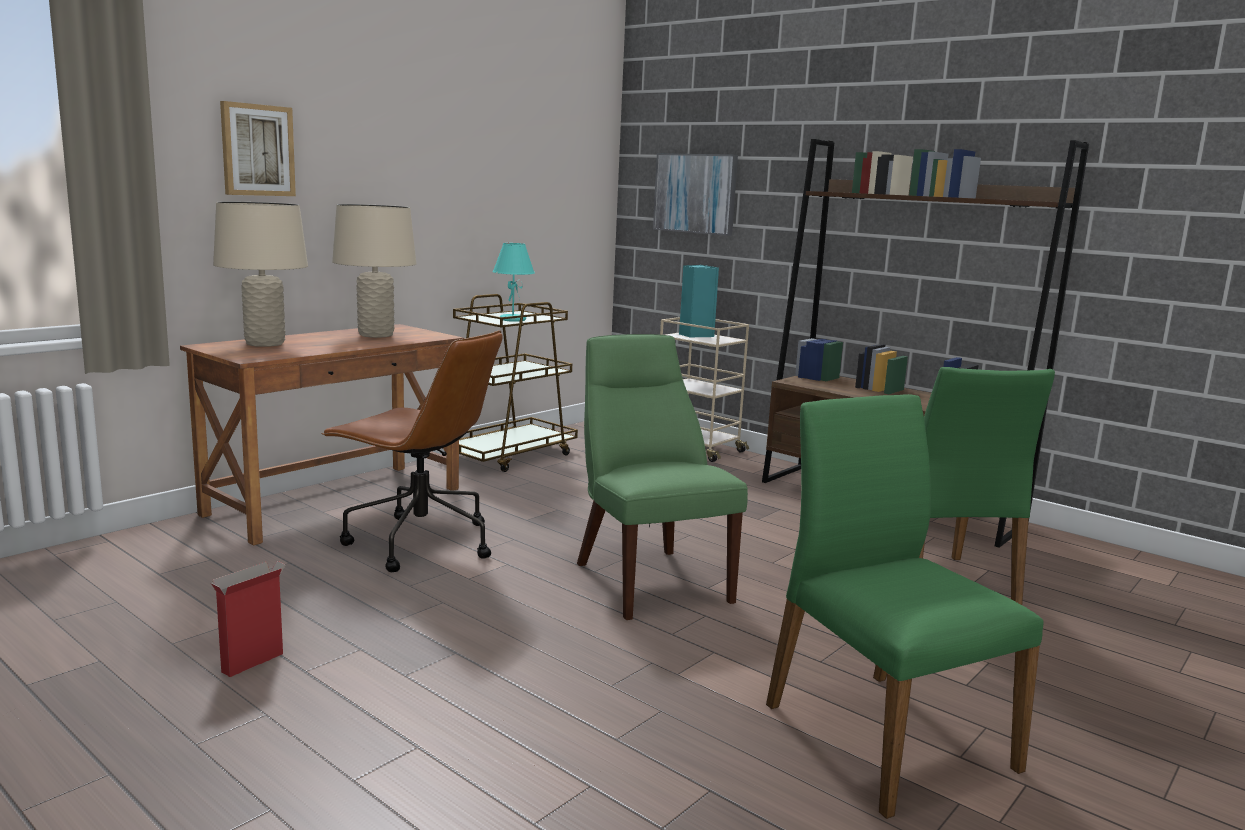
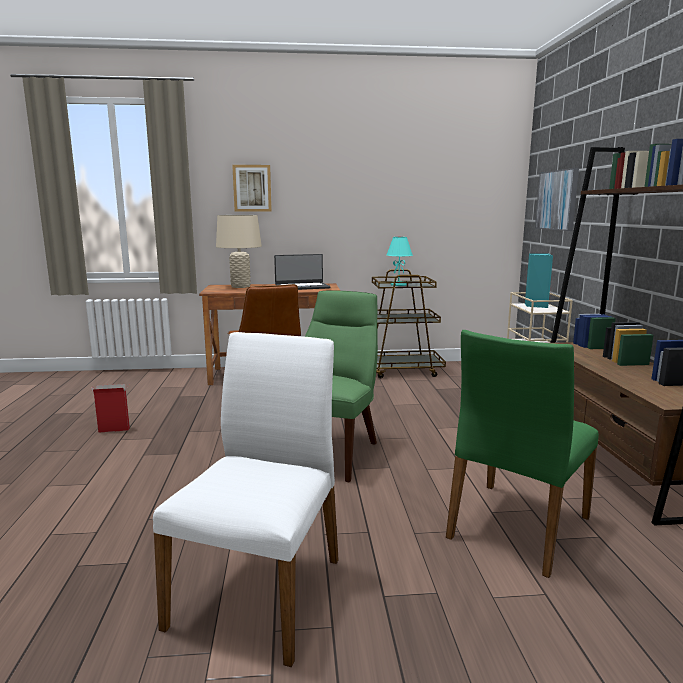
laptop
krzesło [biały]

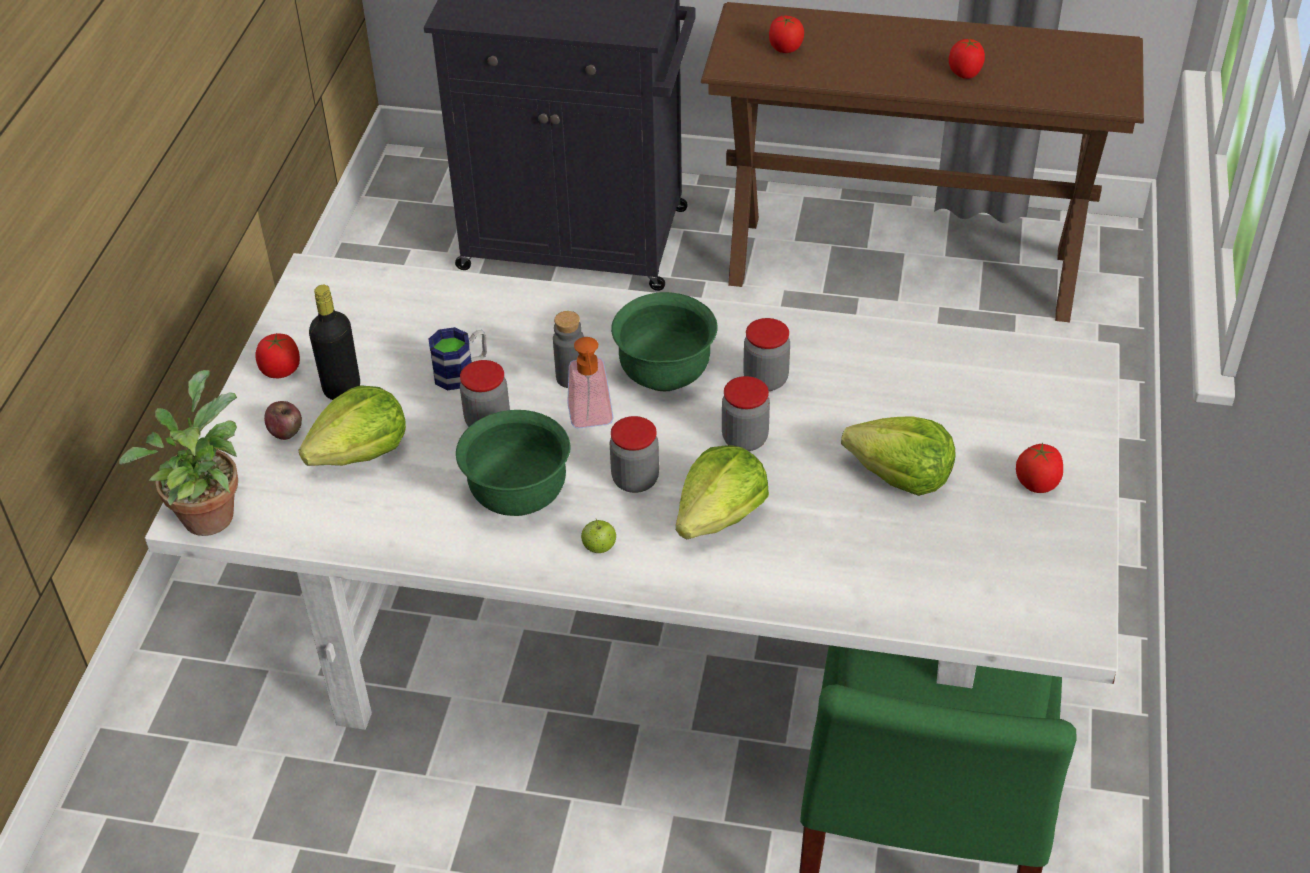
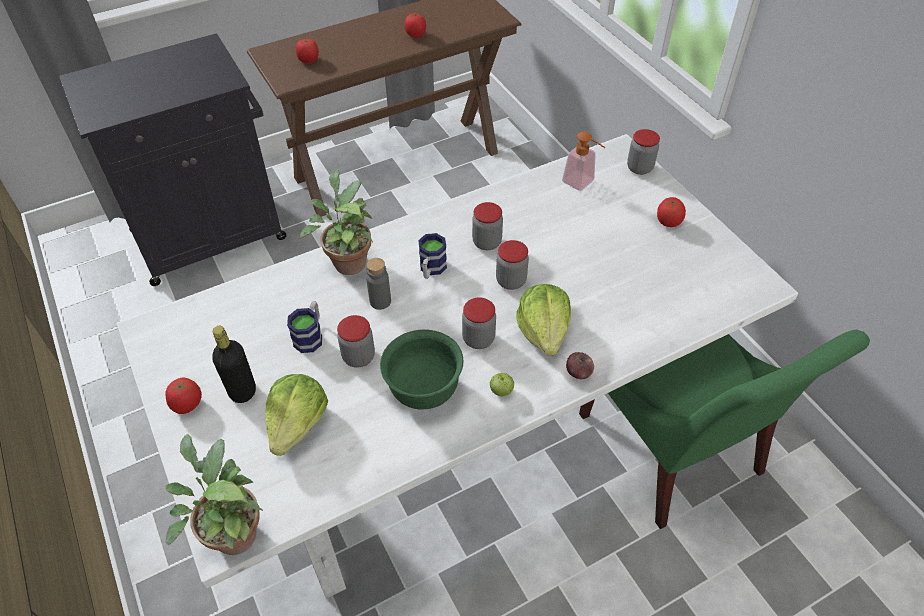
kubek (2nd from left)
dozownik mydła
jabłko (2nd from left)
sałata (3rd from left in the first image)
słoik (5th from left)
roślina doniczkowa (2nd from left)

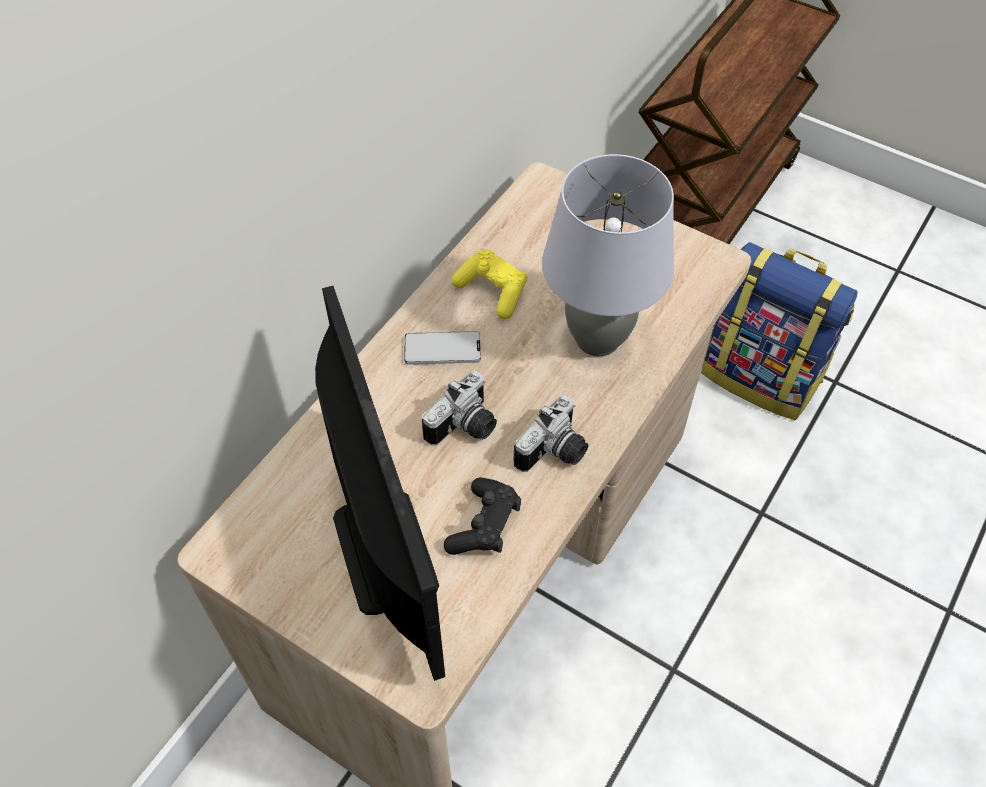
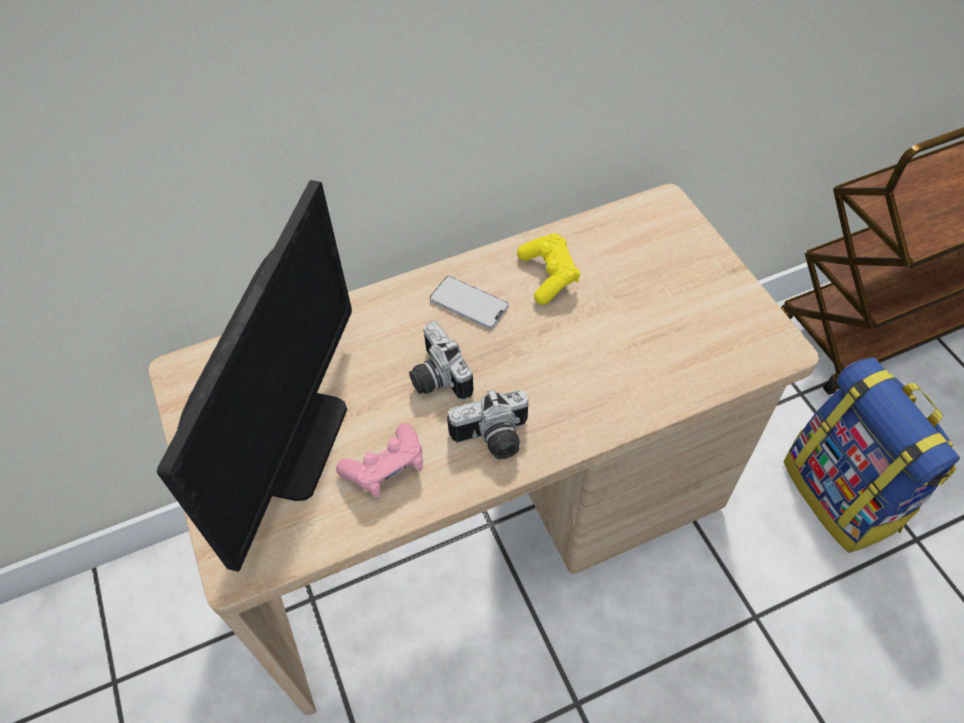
lampa stołowa [szary]
aparat fotograficzny (1st from left)
pad do gier [różowy]

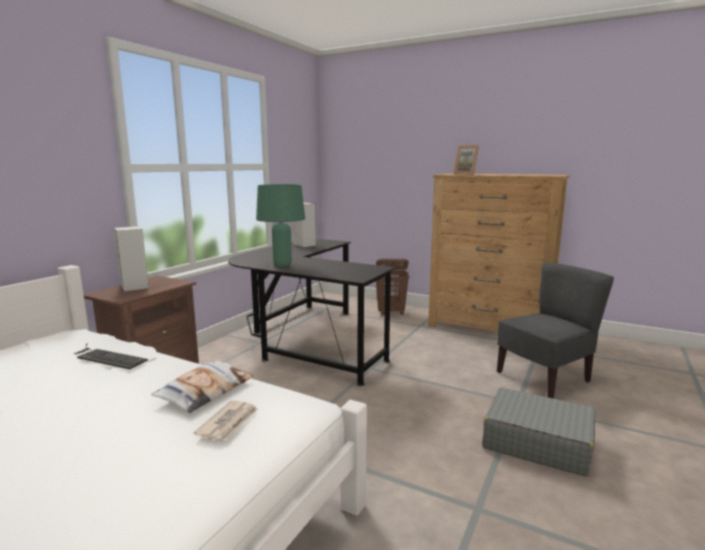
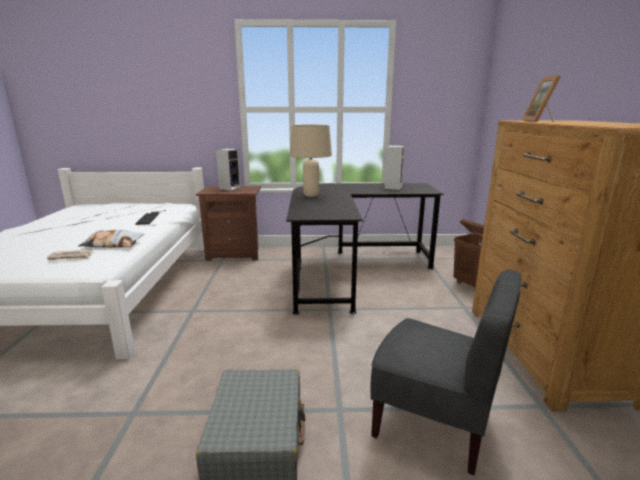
lampa stołowa [beżowy]

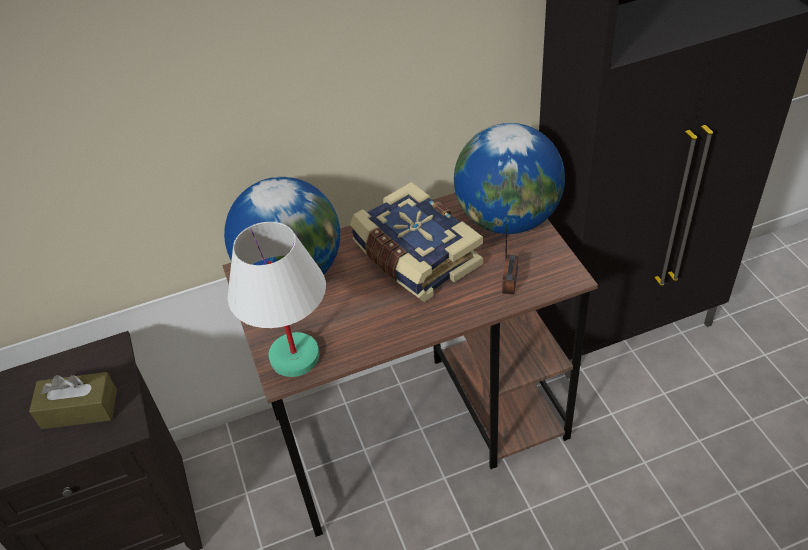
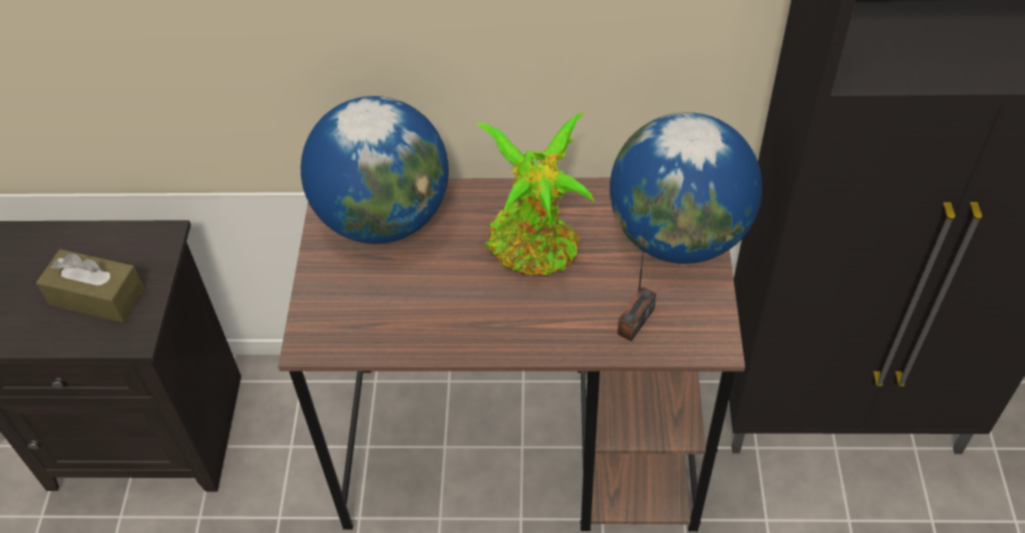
roślina doniczkowa
lampa stołowa [biały]

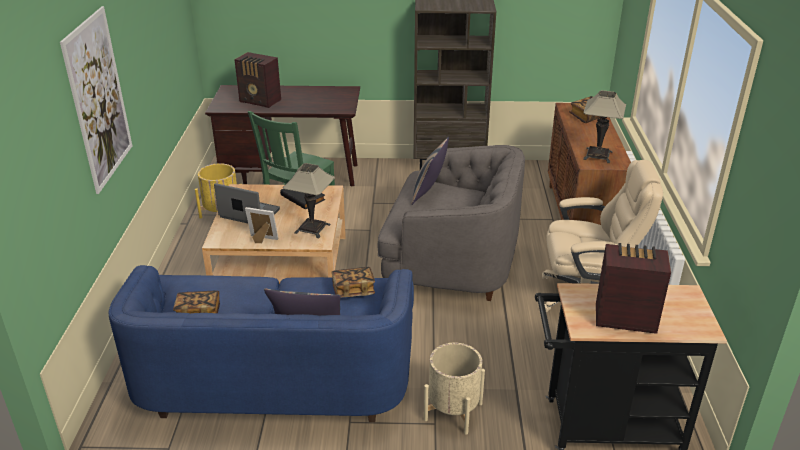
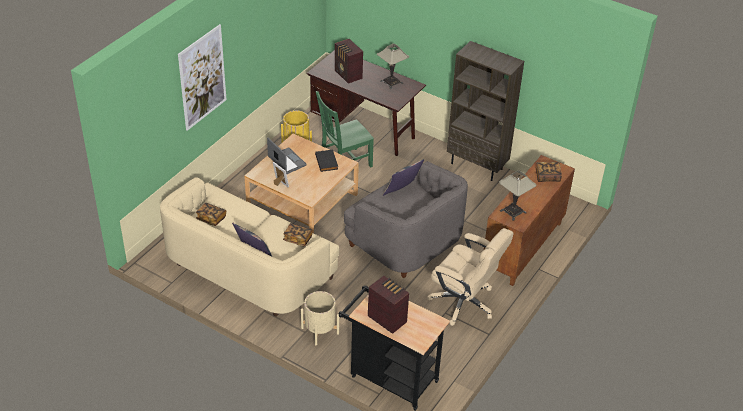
lampa stołowa (1st from left)
kanapa [beżowy]

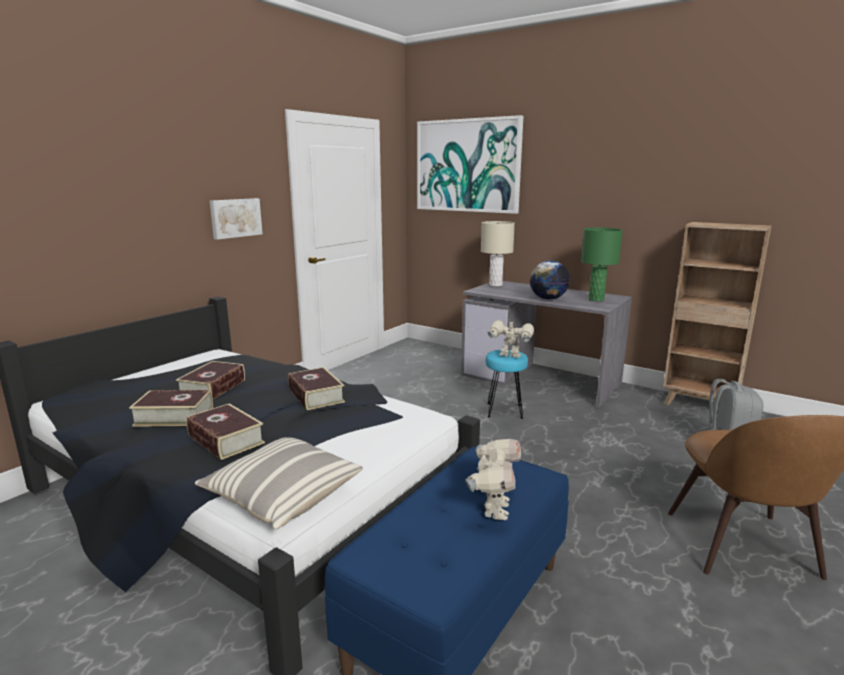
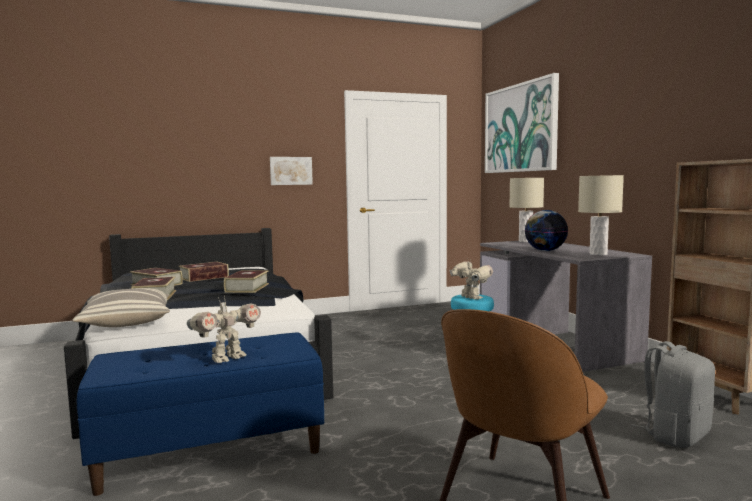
lampa stołowa [beżowy] (2nd from left)

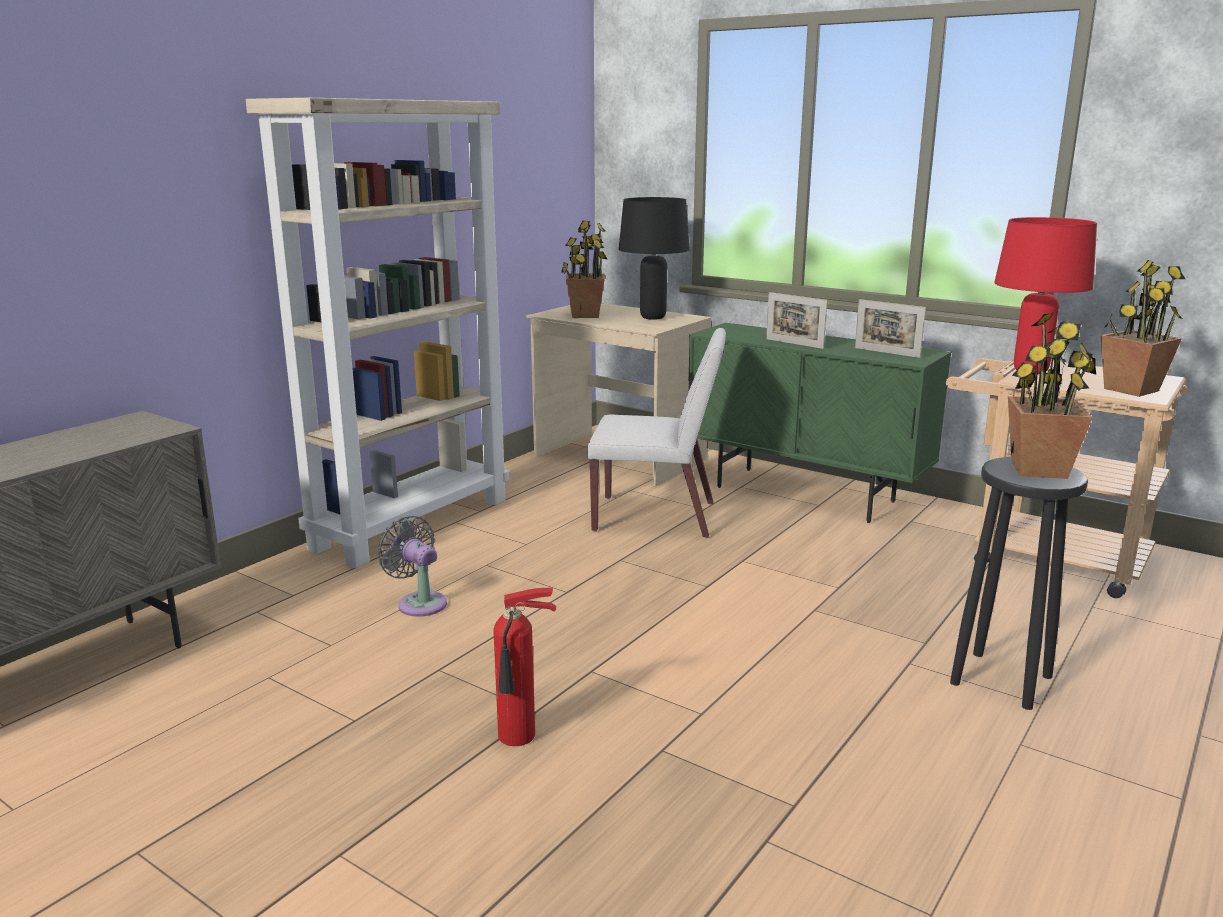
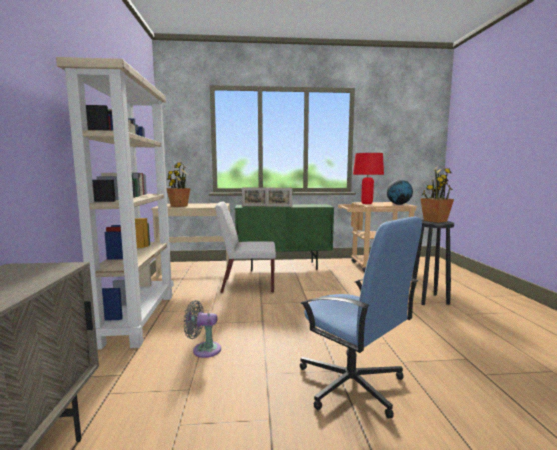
lampa stołowa [czarny]
globus
ramka na zdjęcie (1st from left)
krzesło [biały]
krzesło biurowe [niebieski]

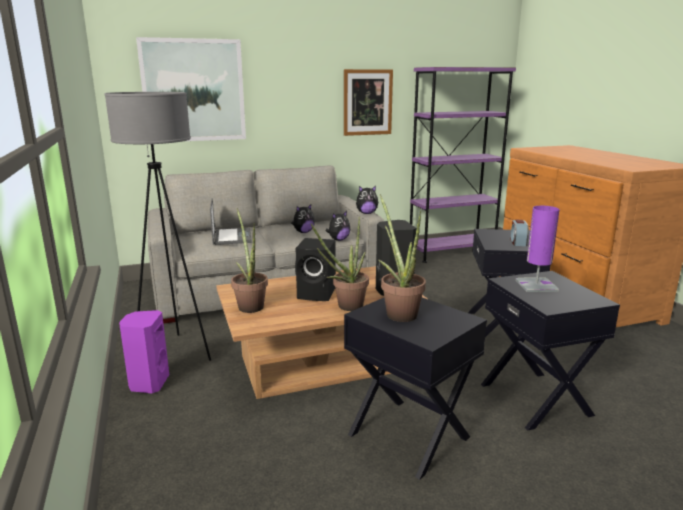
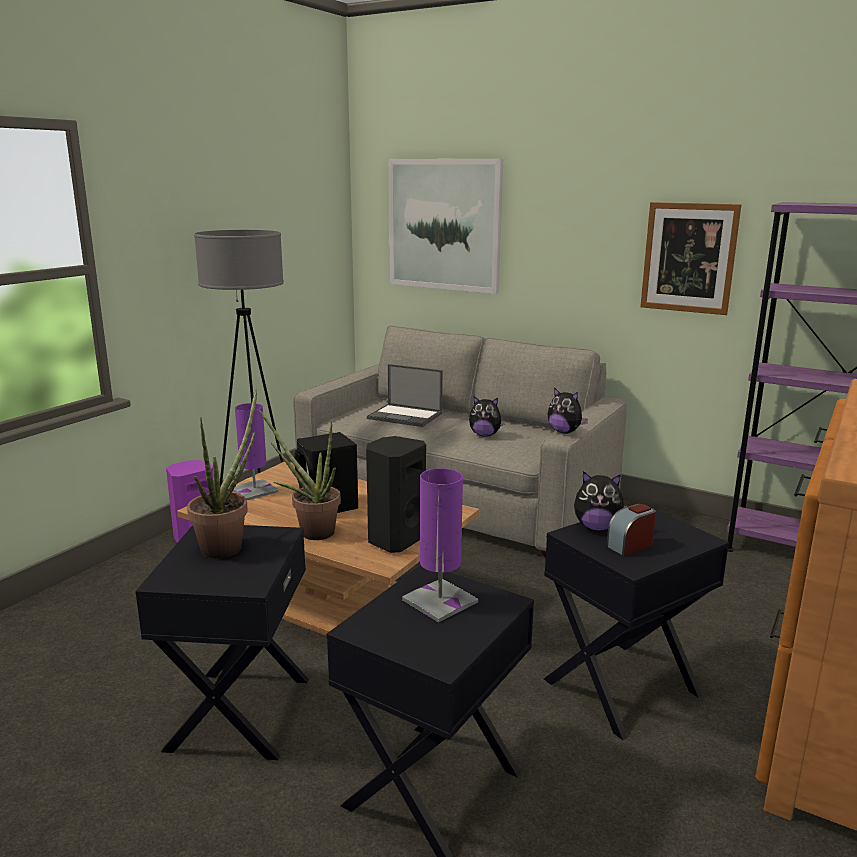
laptop
lampa stołowa [fioletowy] (1st from left)
pluszak (3rd from left)

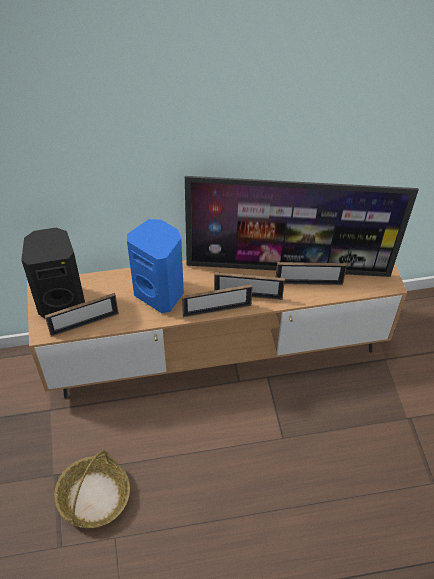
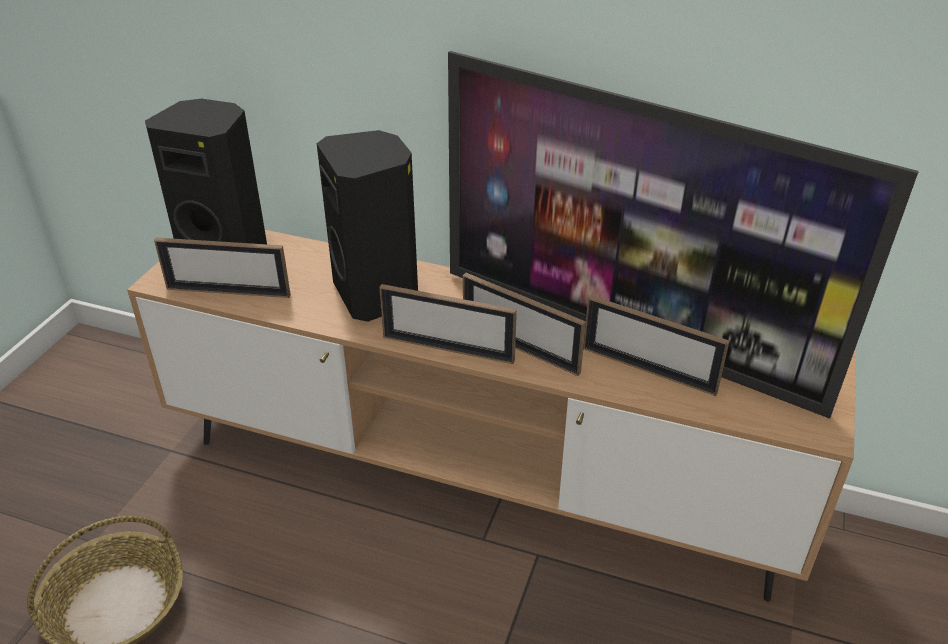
głośnik [czarny] (2nd from left)

